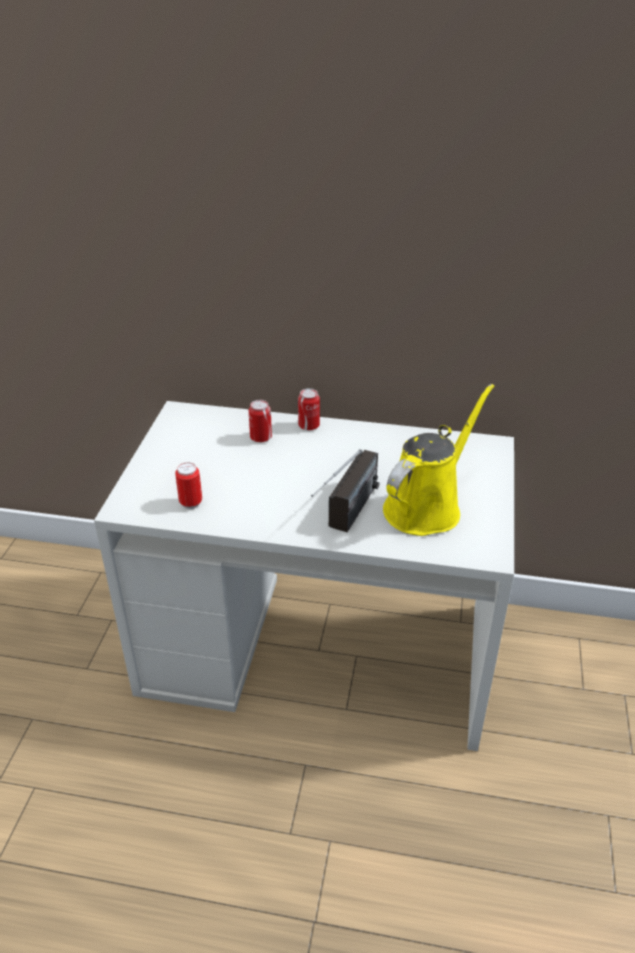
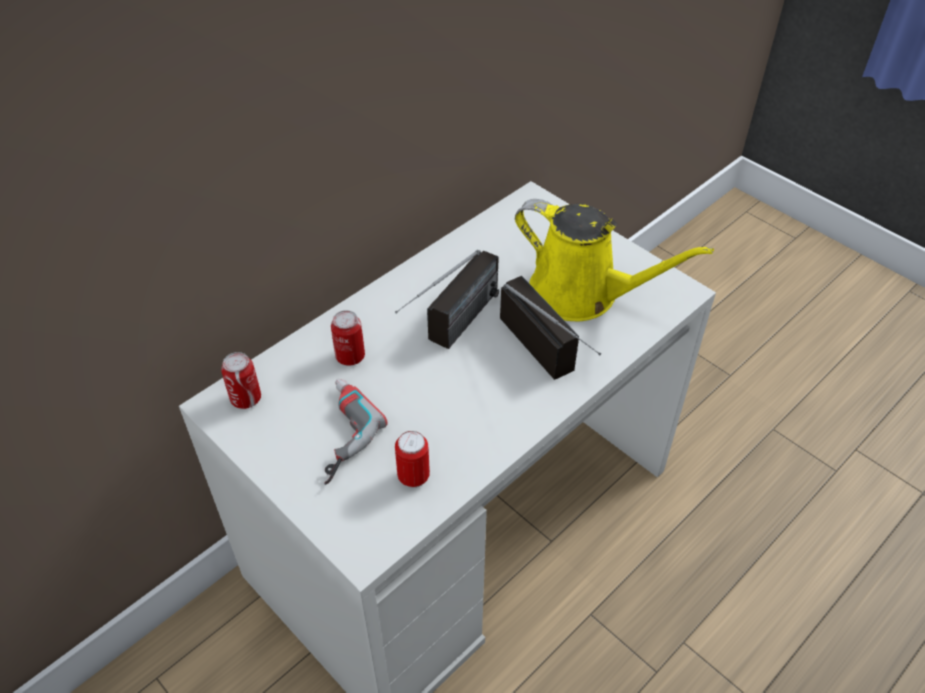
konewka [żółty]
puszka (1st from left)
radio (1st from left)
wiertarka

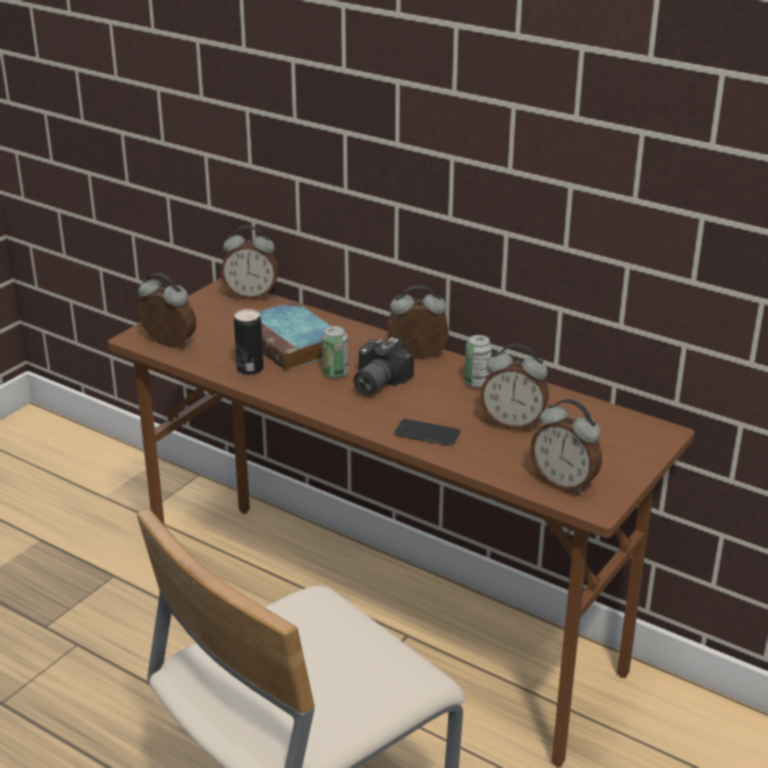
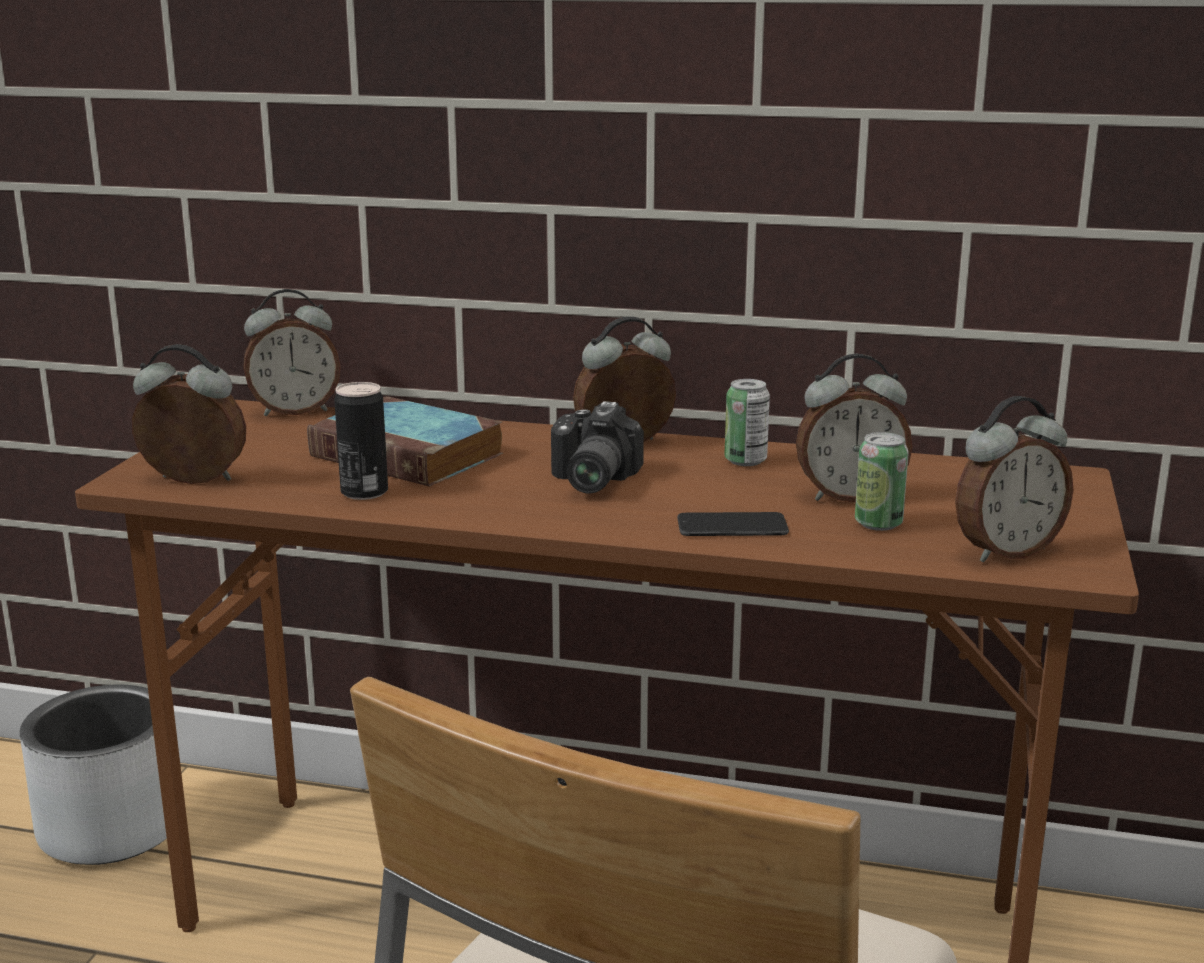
puszka (3rd from left)
budzik (5th from left)
donica [szary]

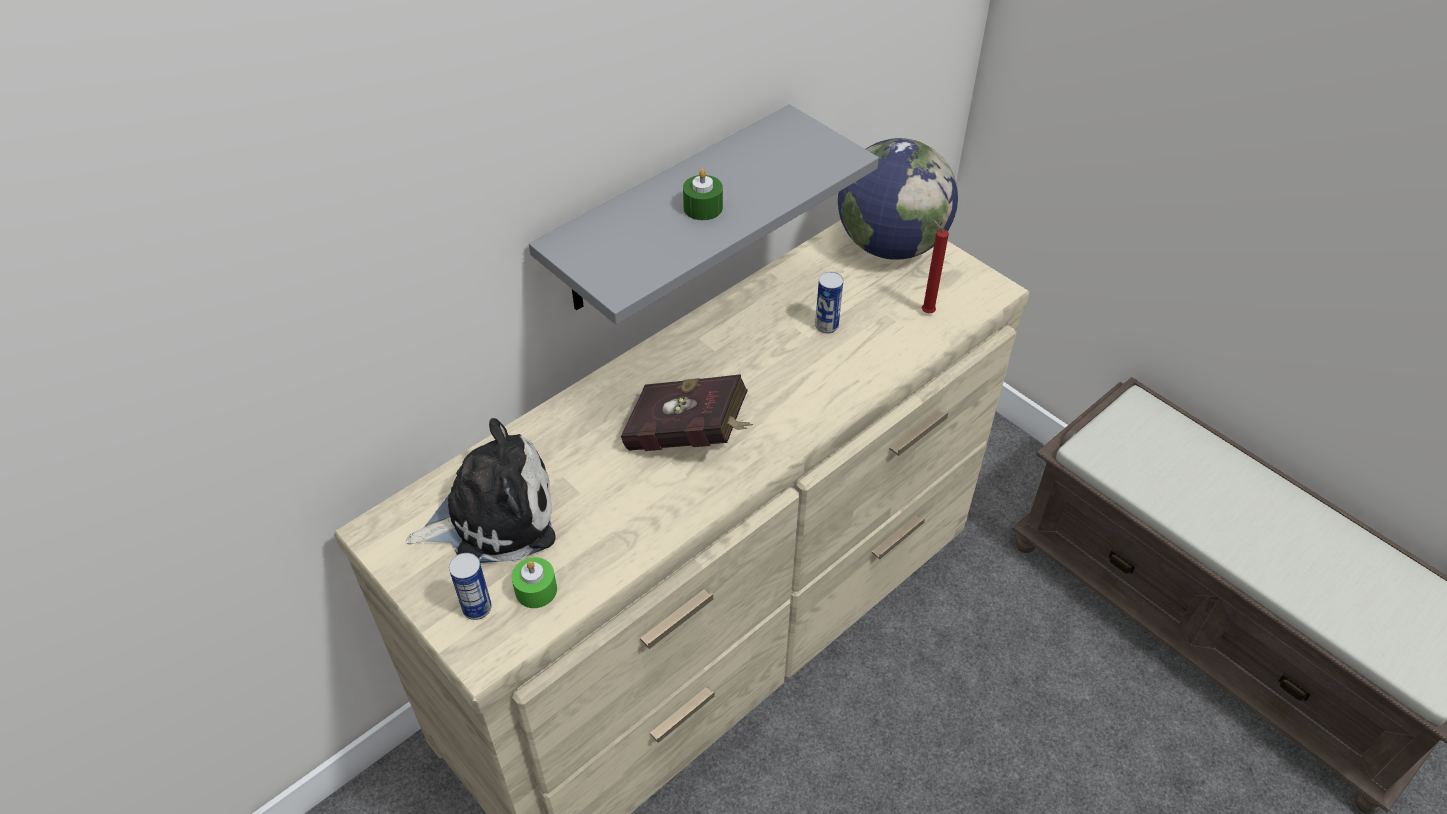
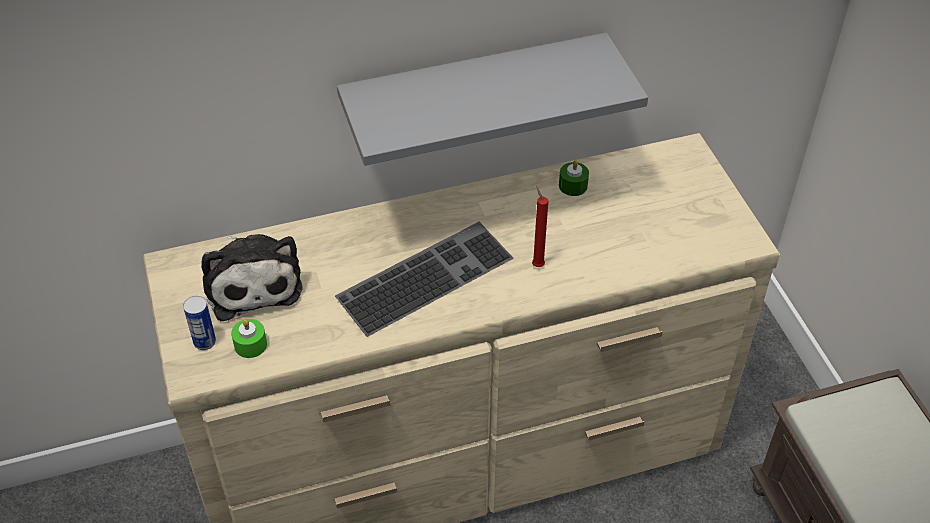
globus
świeca [zielony] (2nd from left)
świeca [czerwony]
puszka (2nd from left in the first image)
klawiatura
pluszak

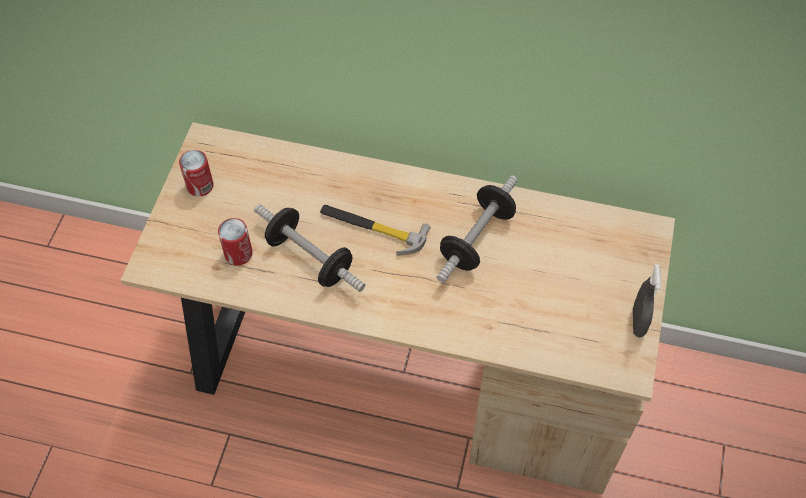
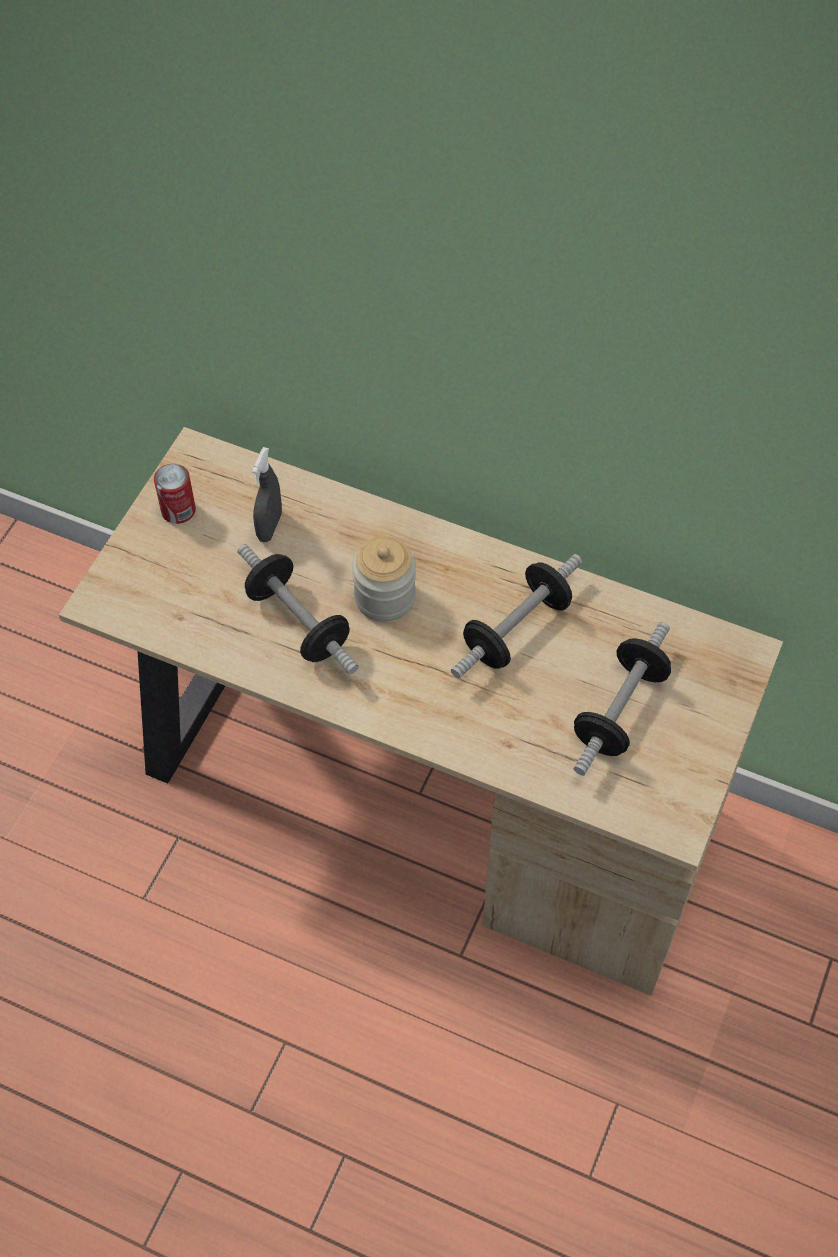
słoik
puszka (2nd from left in the first image)
spryskiwacz [szary]
hantel (3rd from left)

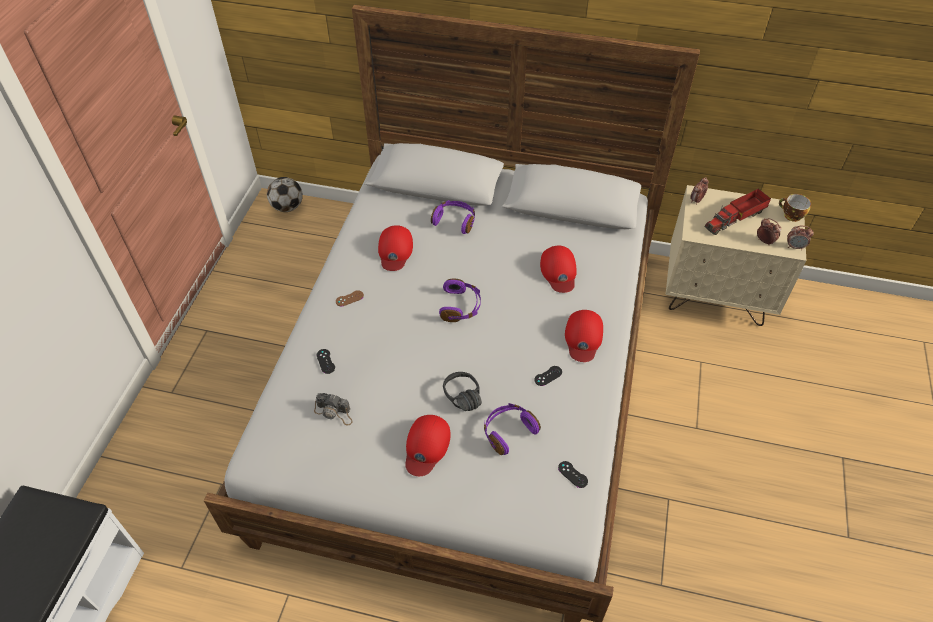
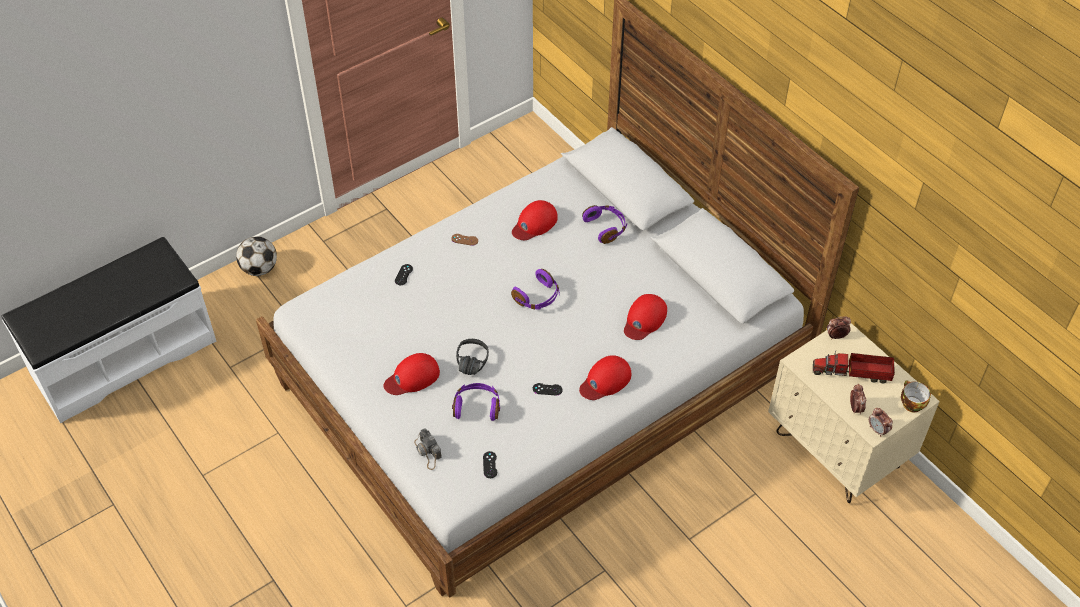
piłka futbolowa
aparat fotograficzny

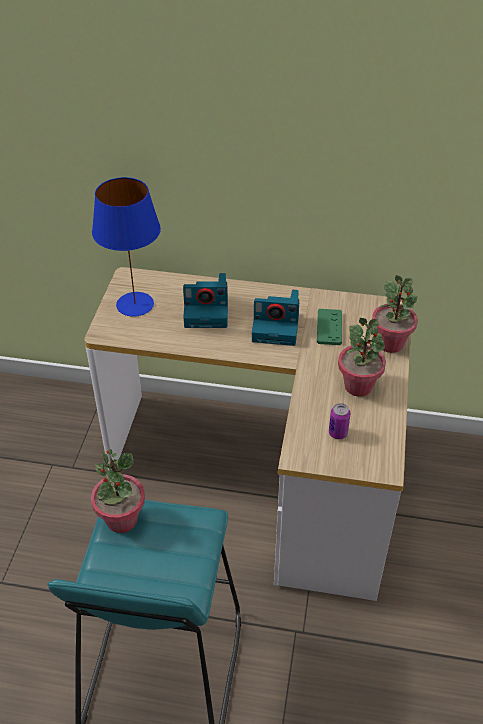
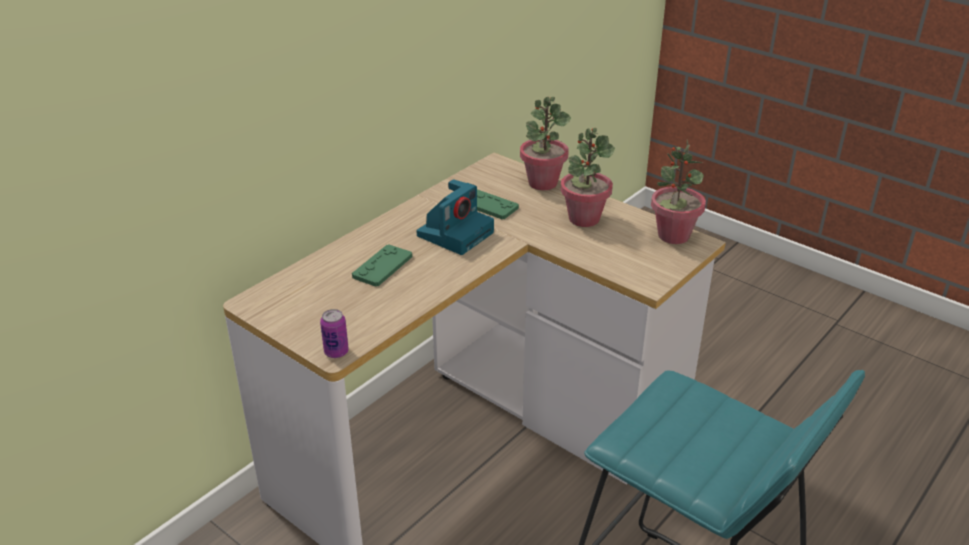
lampa stołowa [niebieski]
pad do gier [zielony] (1st from left)
puszka
roślina doniczkowa (3rd from left)

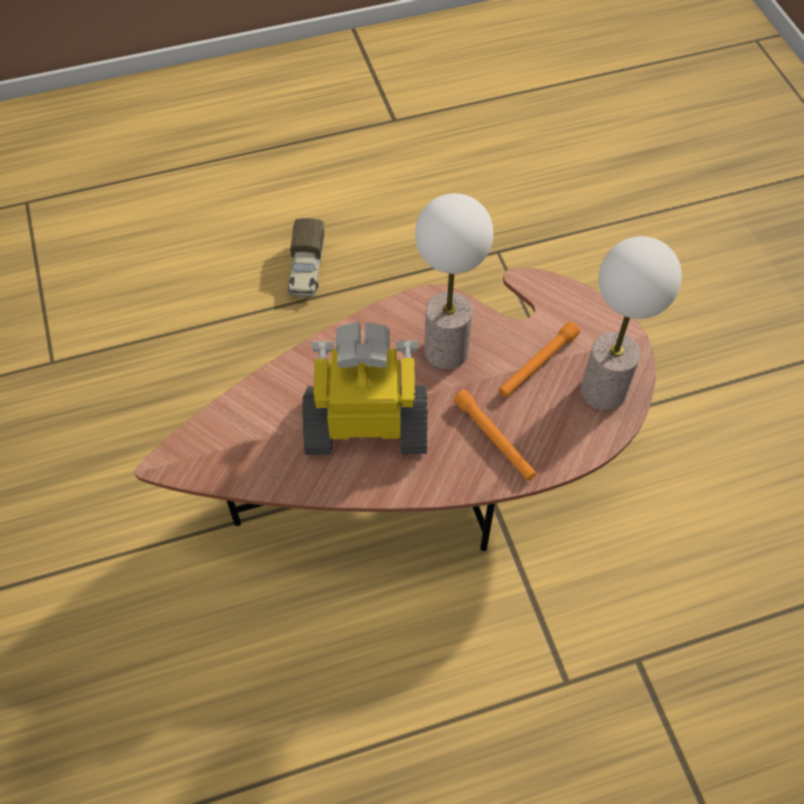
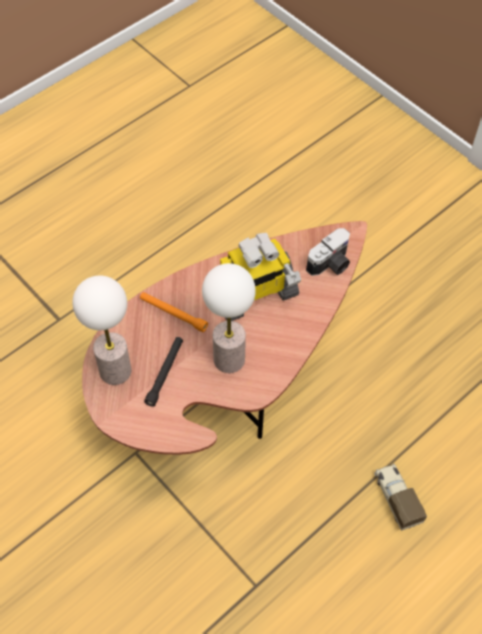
latarka [czarny]
aparat fotograficzny

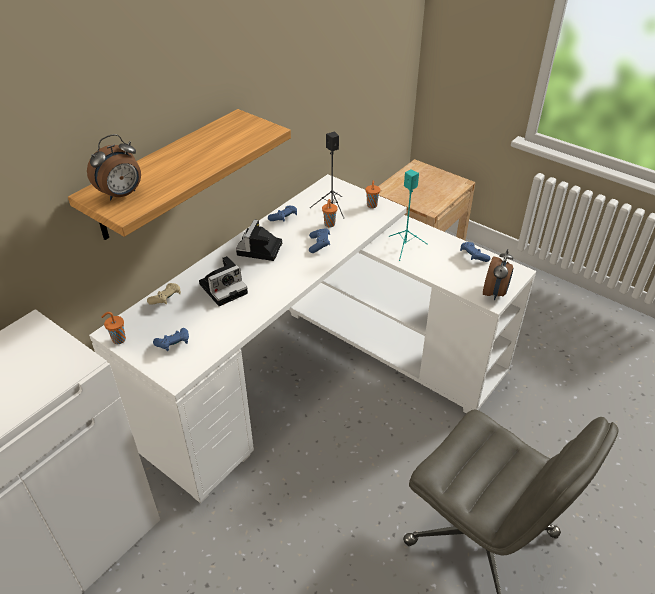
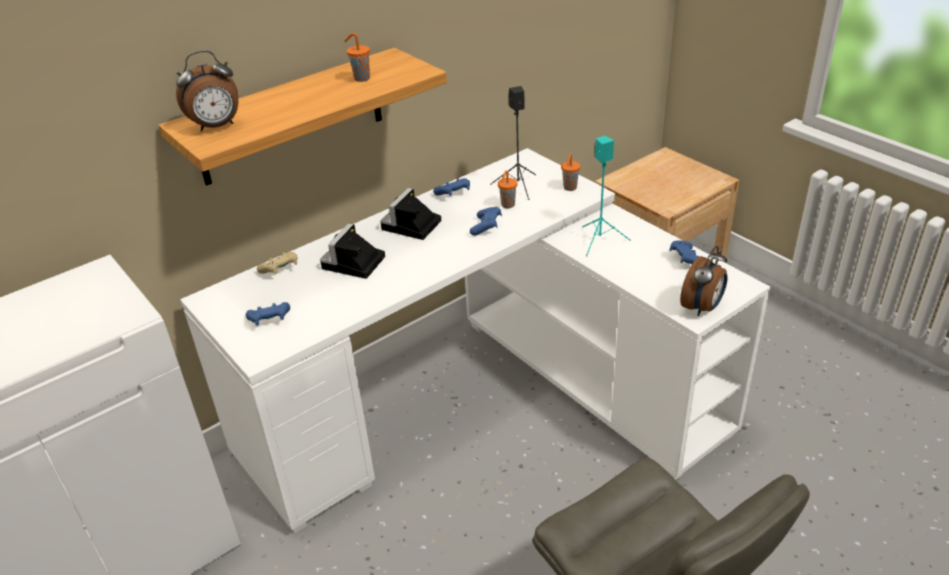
aparat fotograficzny (1st from left)
filiżanka [pomarańczowy] (1st from left)

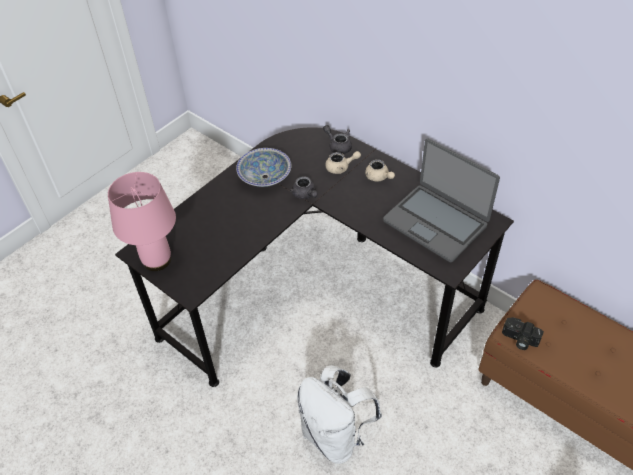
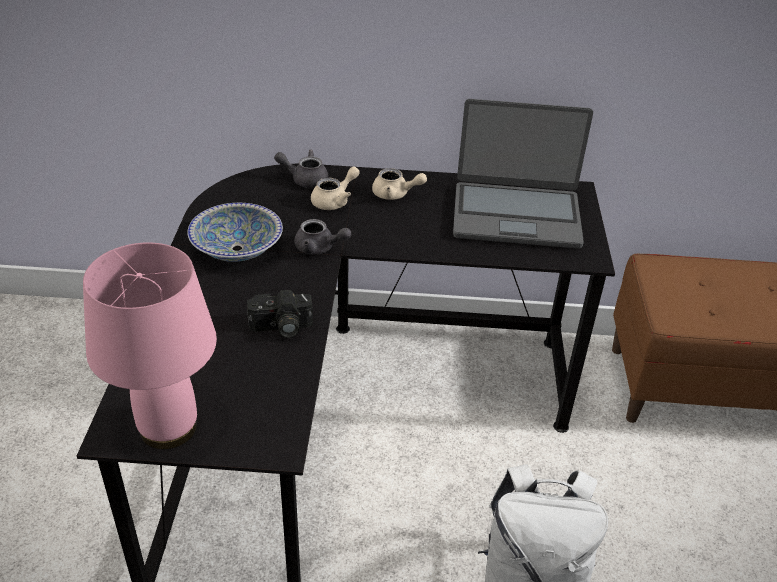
aparat fotograficzny

